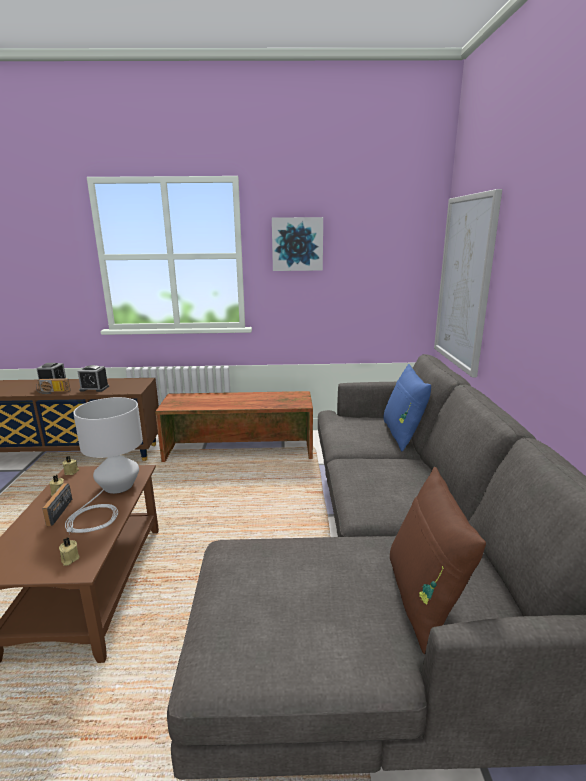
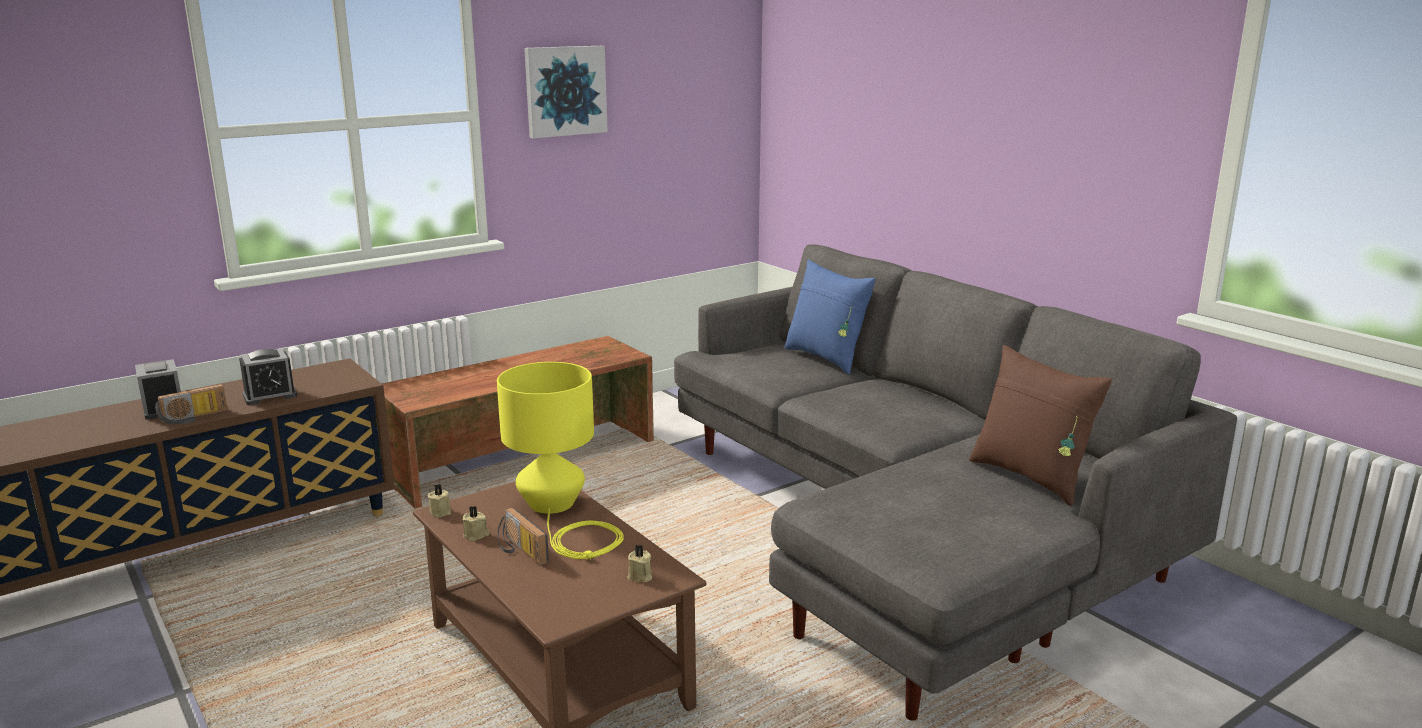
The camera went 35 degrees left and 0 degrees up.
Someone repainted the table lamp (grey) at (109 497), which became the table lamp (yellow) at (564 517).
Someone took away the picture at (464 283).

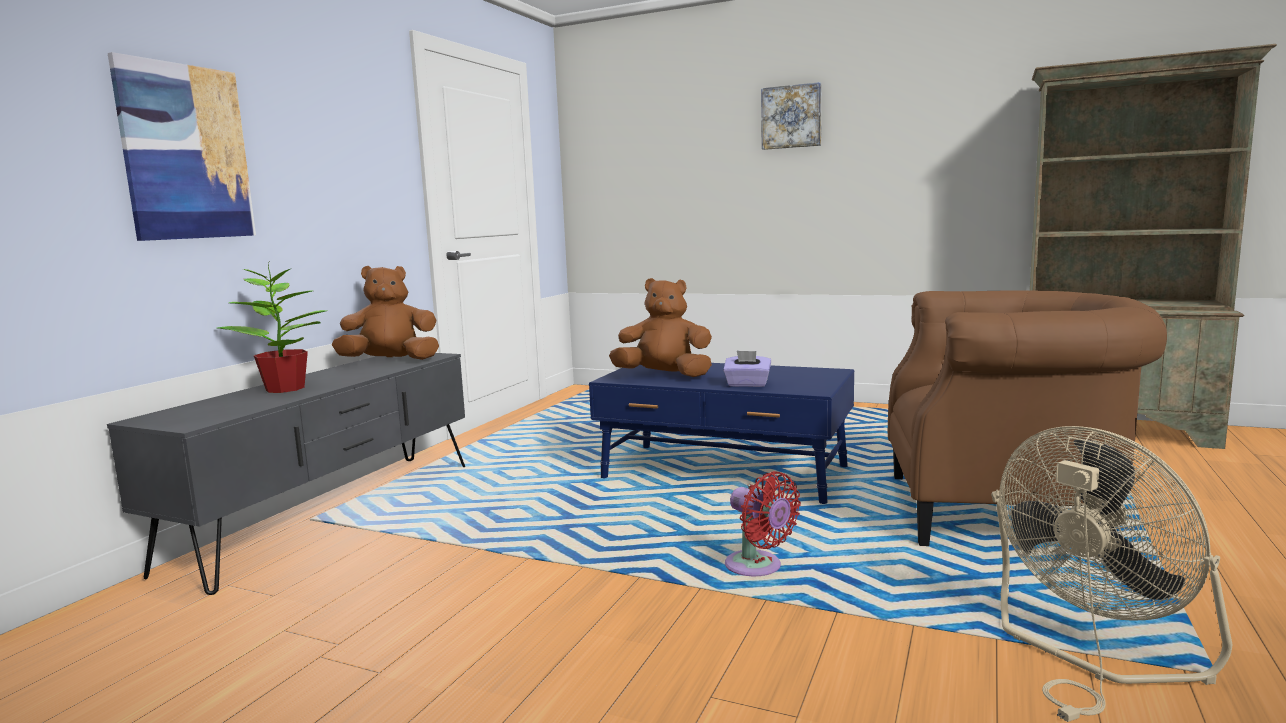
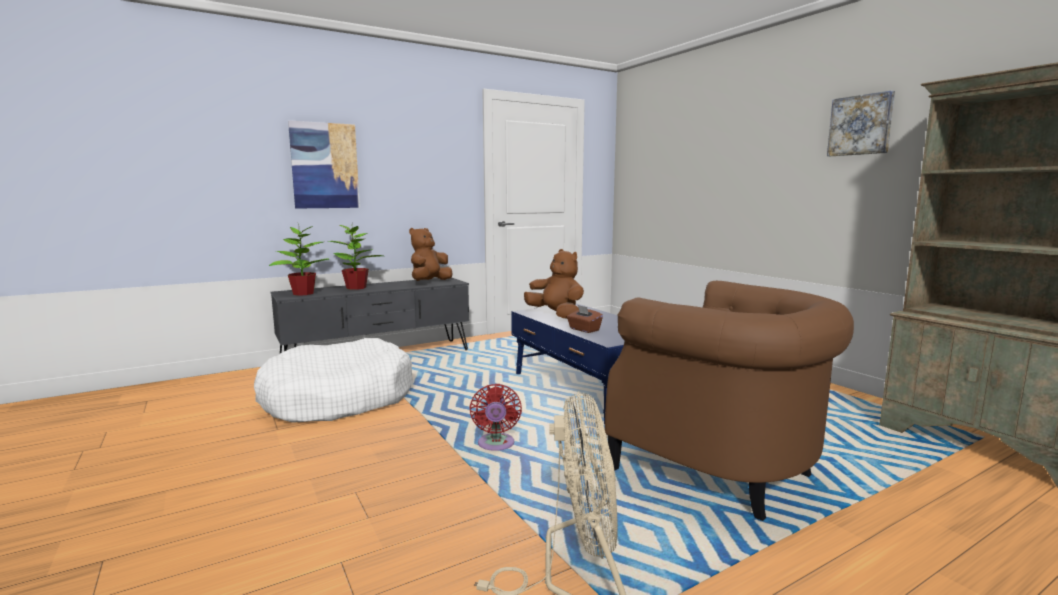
The camera went 35 degrees right and 0 degrees up.
Someone put down the dog bed (white) at (338 399).
Someone put down the potted plant at (303 293).
Someone rotated the plush toy (brown) at (391 361) by 75 degrees counterclockwise.
Someone repainted the tissue box (purple) at (747 384), which became the tissue box (brown) at (584 329).
Someone carried the picture from (791 117) to (861 125).

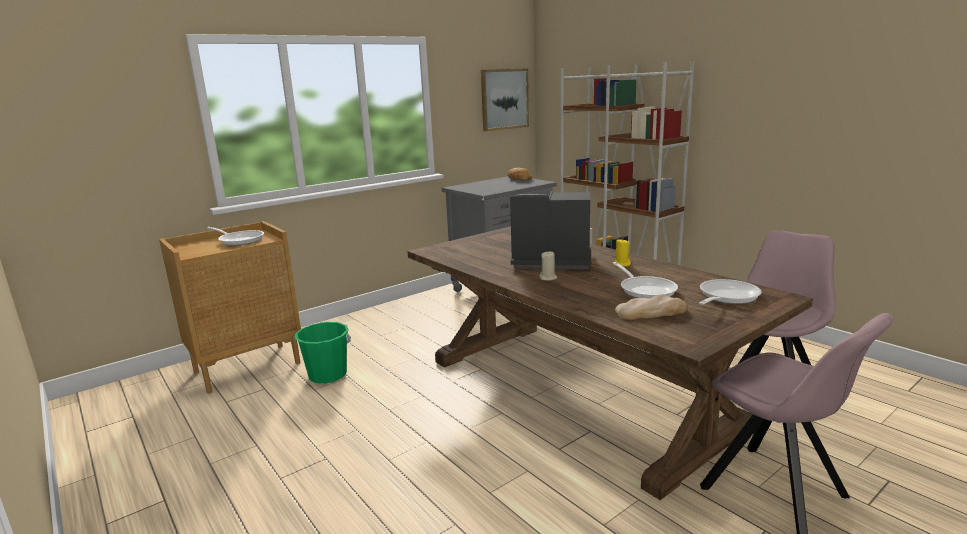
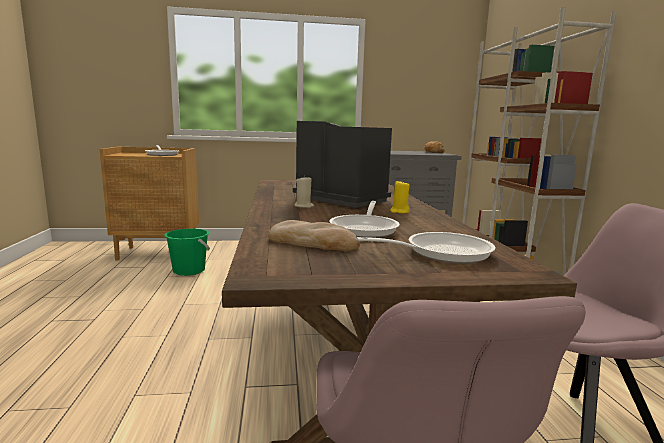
The camera went 30 degrees right and 5 degrees down.
Someone took away the picture at (504 99).

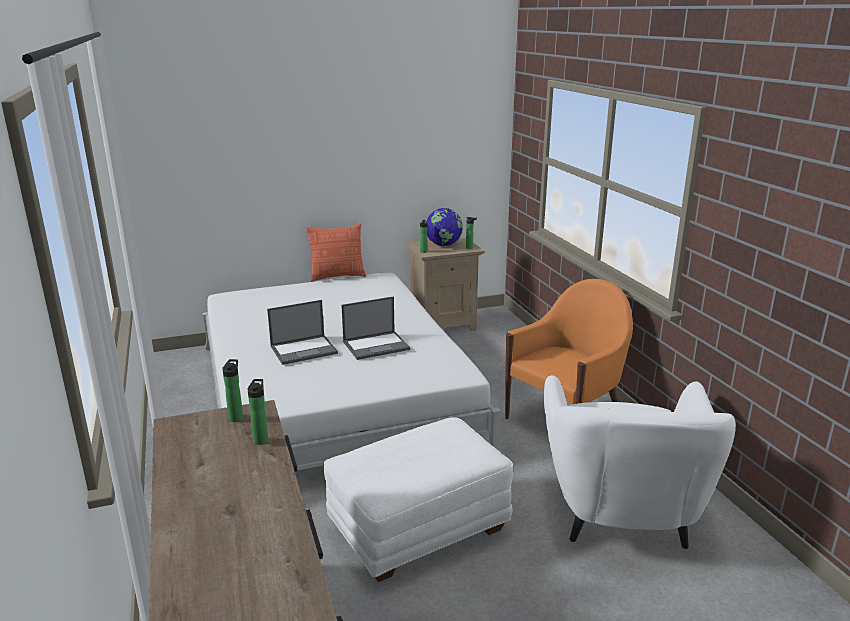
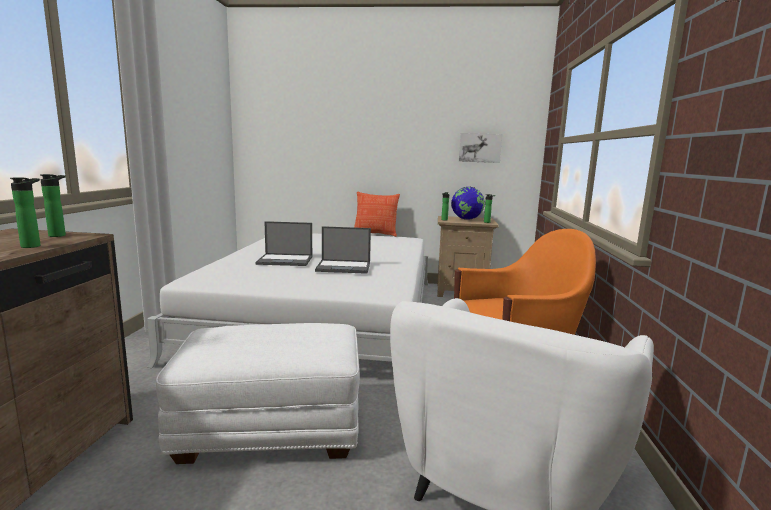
The camera went 25 degrees right and 10 degrees down.
Someone put up the picture at (480 148).

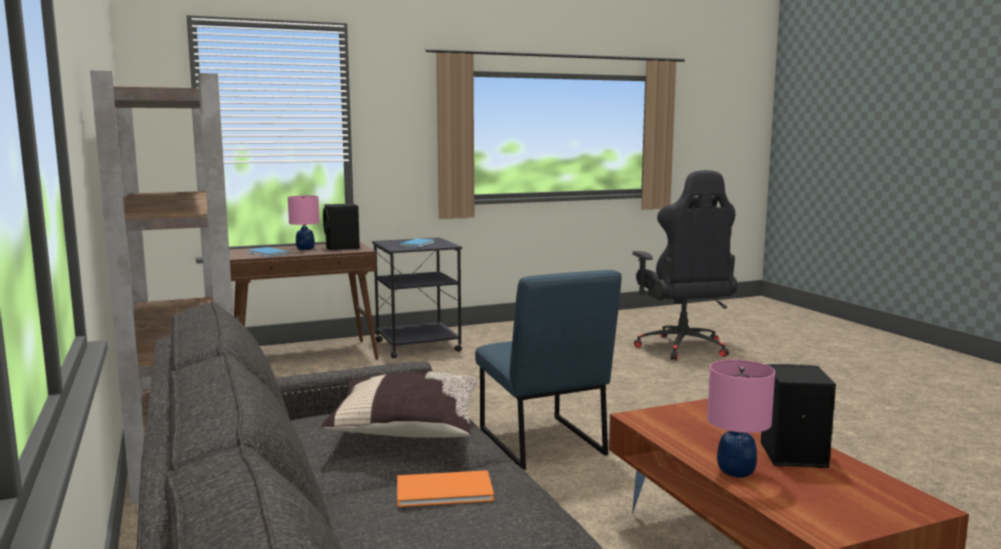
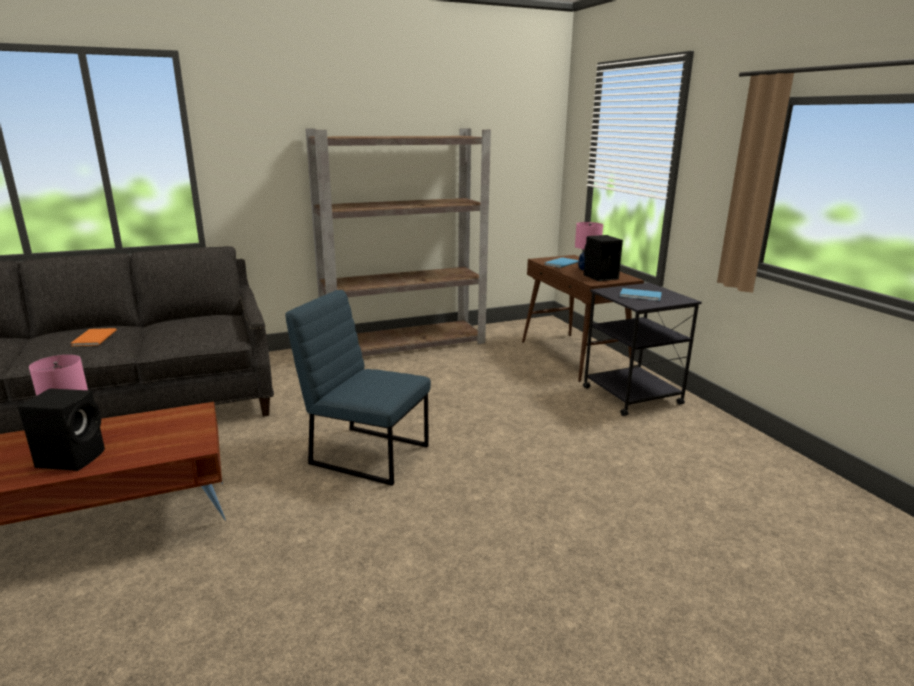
The camera went 90 degrees right and 10 degrees up.
Someone rotated the chair (blue) at (542 443) by 45 degrees clockwise.
Someone took away the pillow at (406 428).
Someone took away the office chair (black) at (681 347).

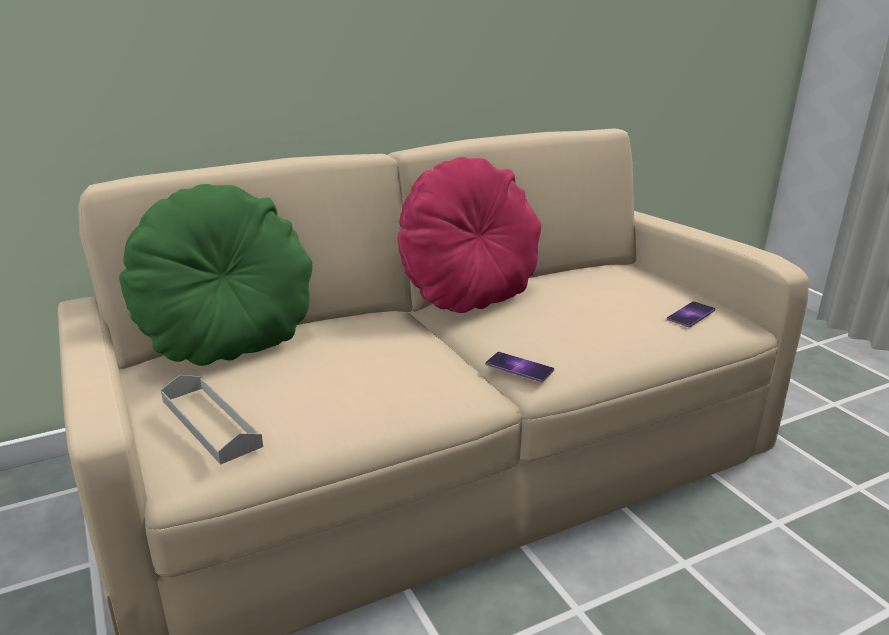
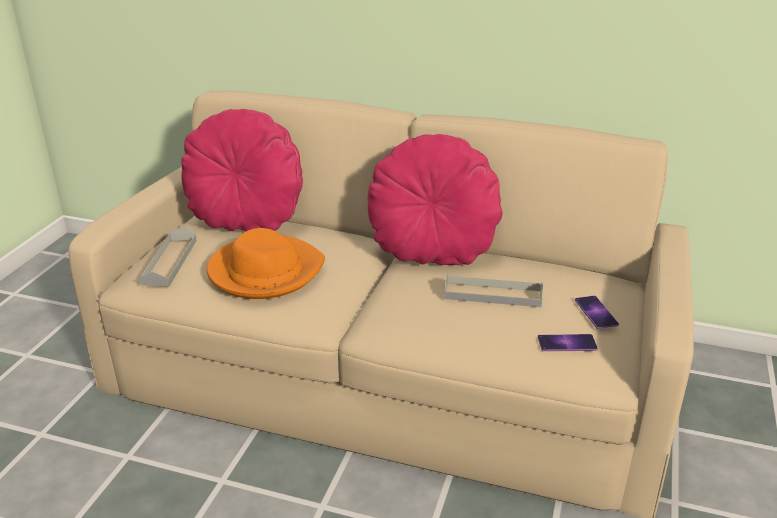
The camera went 45 degrees right and 5 degrees up.
Someone repainted the pillow (green) at (230 347), which became the pillow (pink) at (247 223).
Someone put down the hat (orange) at (265 271).
Someone put down the tray (grey) at (493 294).
Someone carried the phone from (519 367) to (596 312).

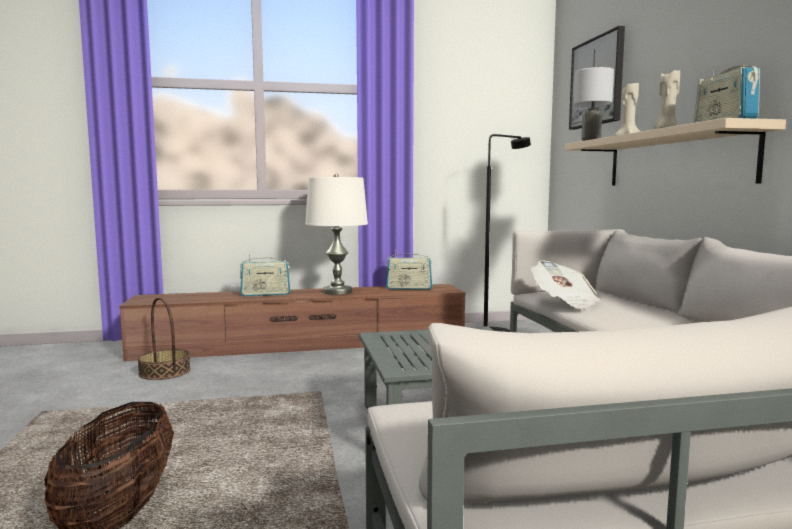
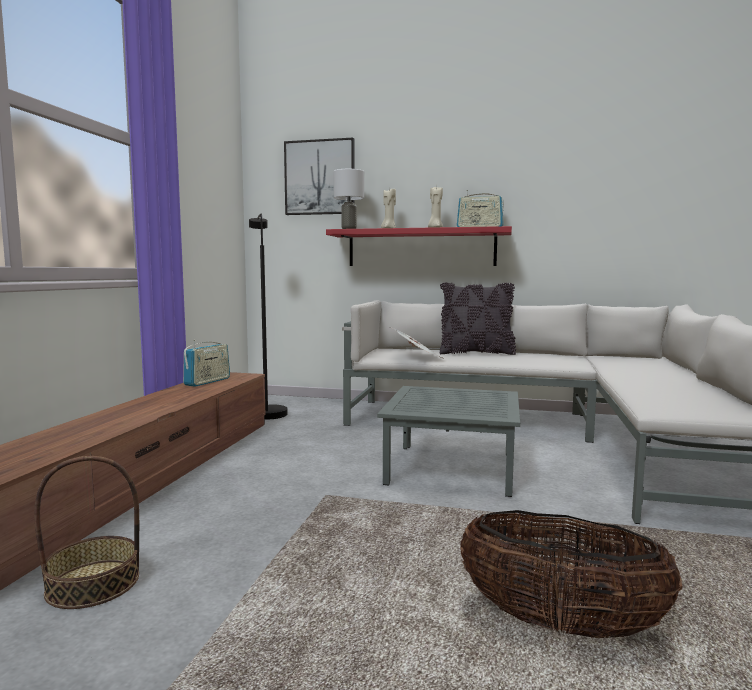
The camera went 65 degrees left and 0 degrees up.
Someone repainted the shelf (beige) at (675 159), which became the shelf (red) at (421 248).
Someone put down the pillow (black) at (476 353).
Someone took away the radio at (265 294).
Someone took away the table lamp (white) at (337 292).

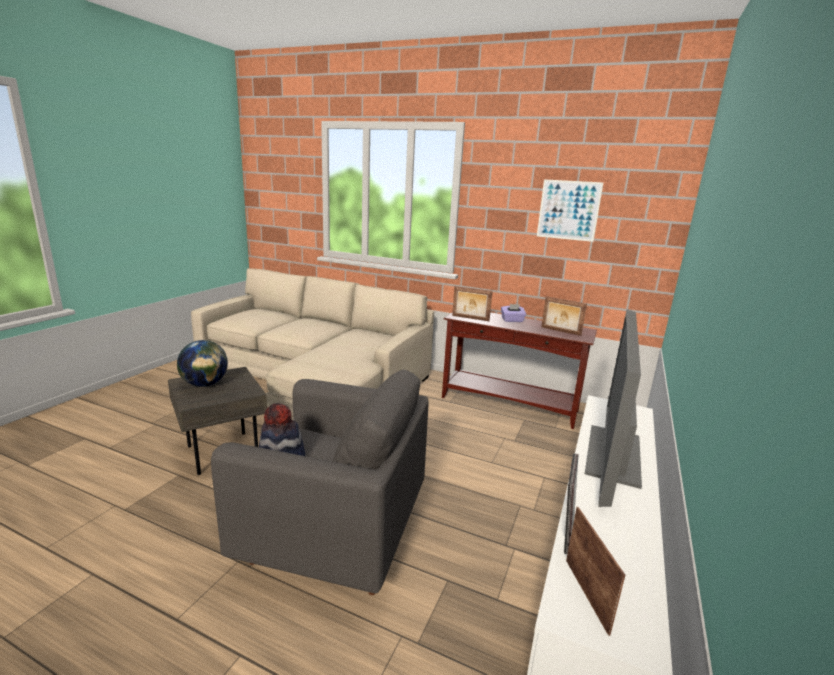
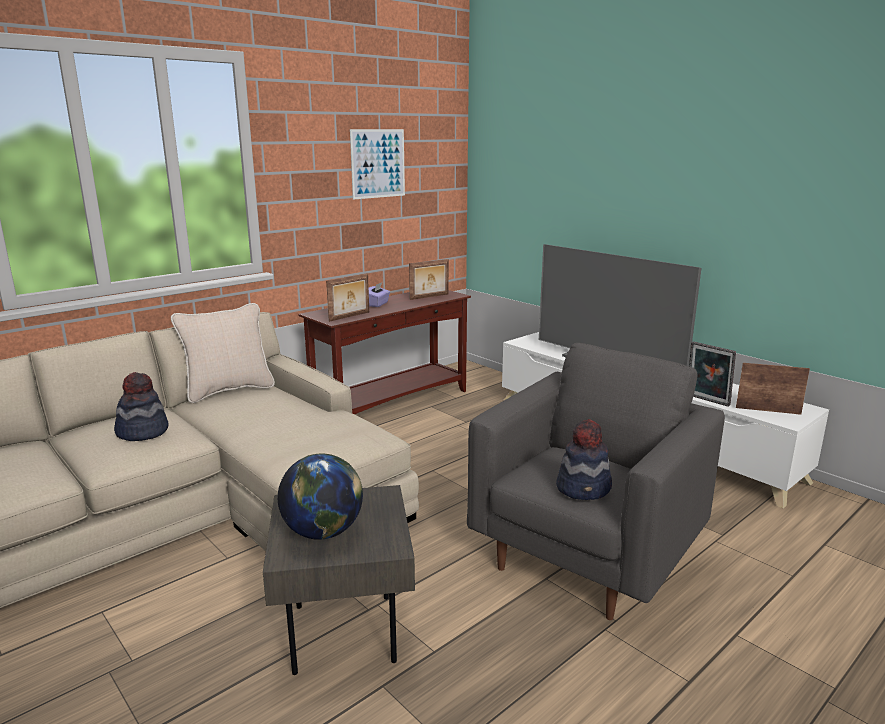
The camera went 65 degrees left and 0 degrees up.
Someone put down the hat at (142 432).
Someone put down the pillow (beige) at (229 390).

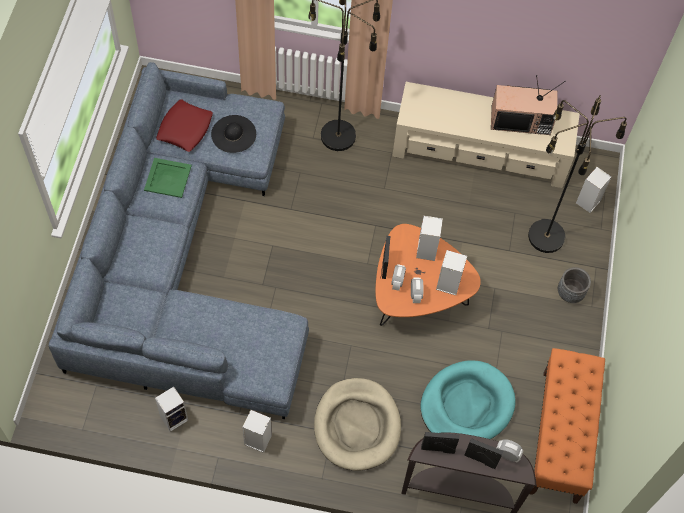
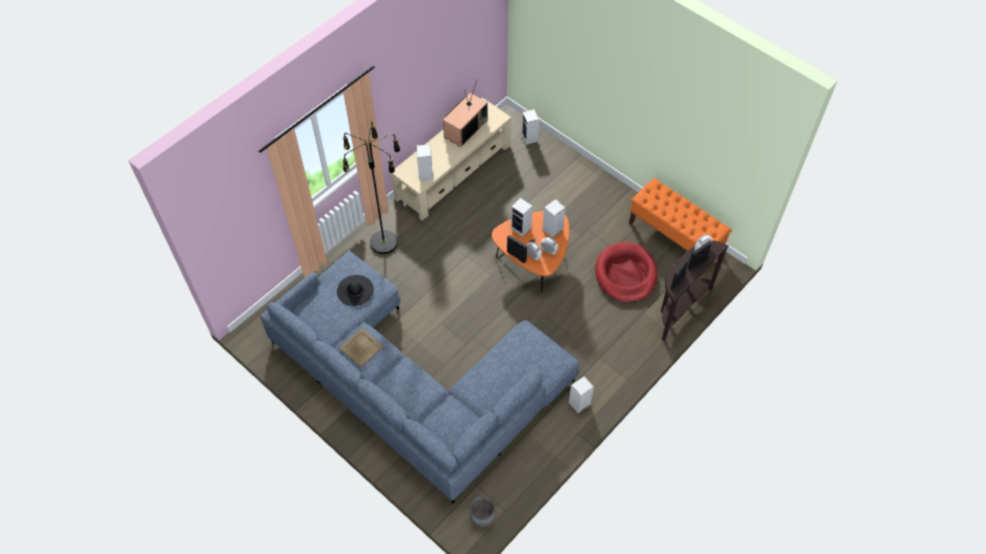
The camera went 55 degrees left and 5 degrees down.
Someone repainted the tray (green) at (167 178), which became the tray (beige) at (361 348).
Someone carried the speaker from (174 417) to (425 173).
Someone carried the planter (grey) from (570 293) to (482 517).
Someone repainted the dog bed (turquoise) at (466 405), which became the dog bed (red) at (625 274).
Someone took away the pillow (red) at (185 128).
Someone took away the dog bed (beige) at (357 426).
Someone took away the floor lamp at (545 236).

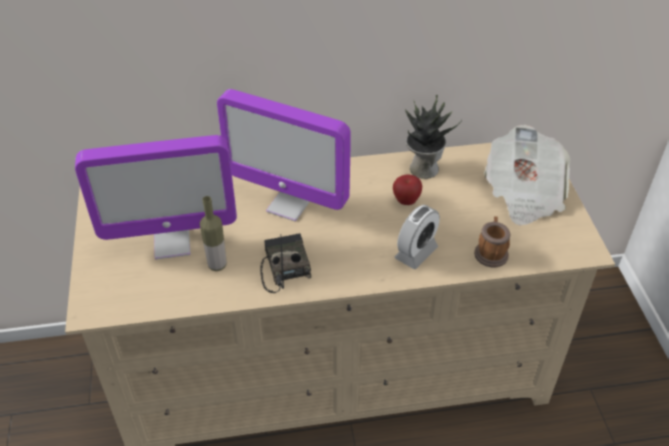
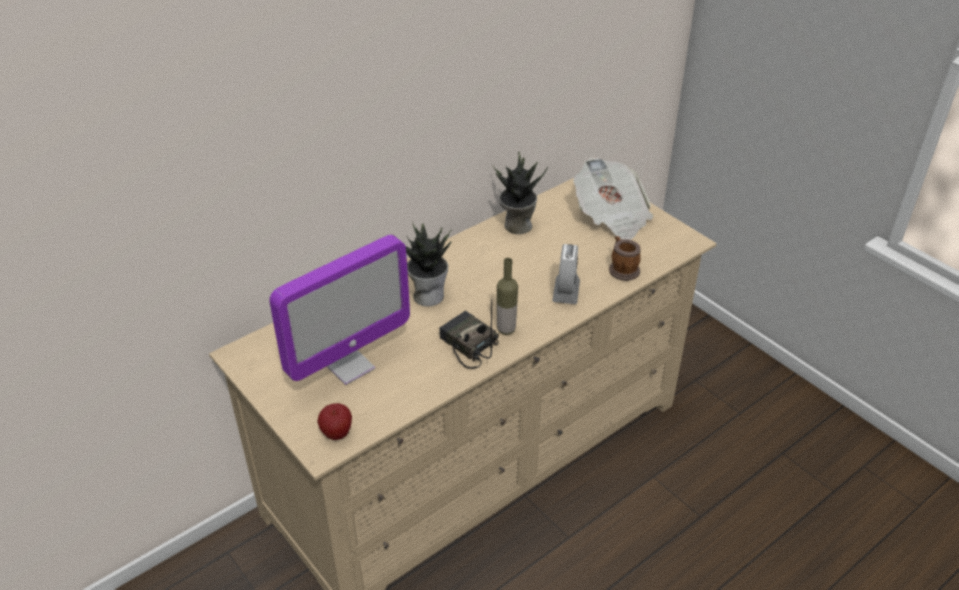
The camera went 30 degrees left and 5 degrees down.
Someone carried the apple from (406 201) to (337 434).
Someone swapped the monitor at (289 205) for the potted plant at (428 295).
Someone carried the bottle from (217 265) to (506 329).

